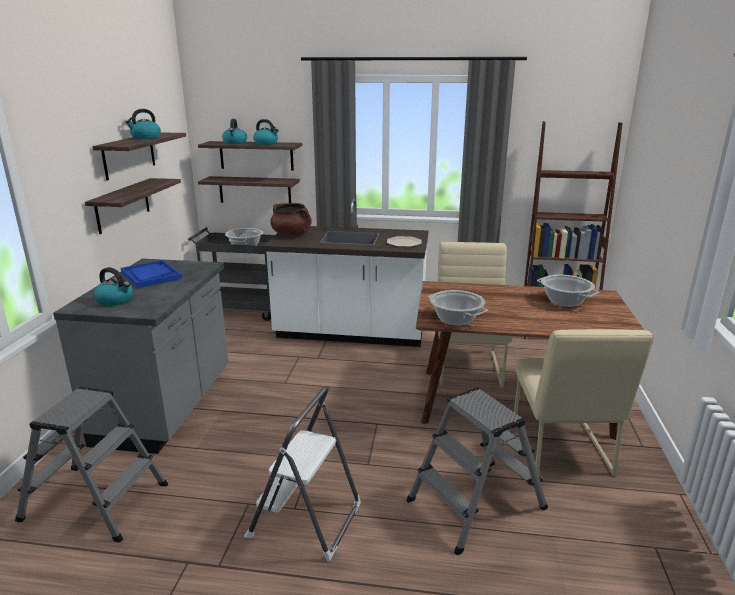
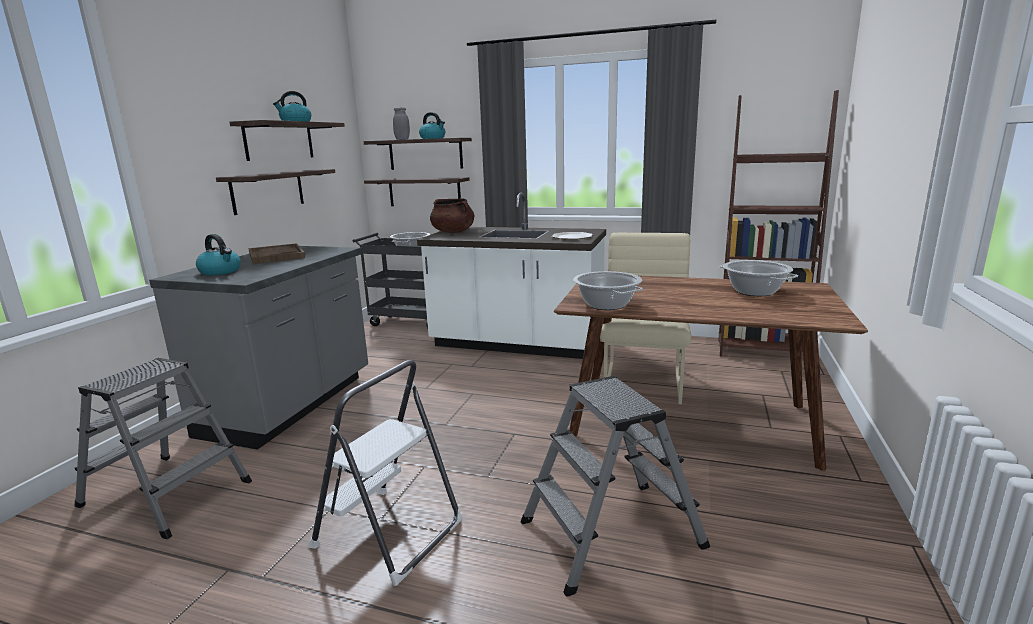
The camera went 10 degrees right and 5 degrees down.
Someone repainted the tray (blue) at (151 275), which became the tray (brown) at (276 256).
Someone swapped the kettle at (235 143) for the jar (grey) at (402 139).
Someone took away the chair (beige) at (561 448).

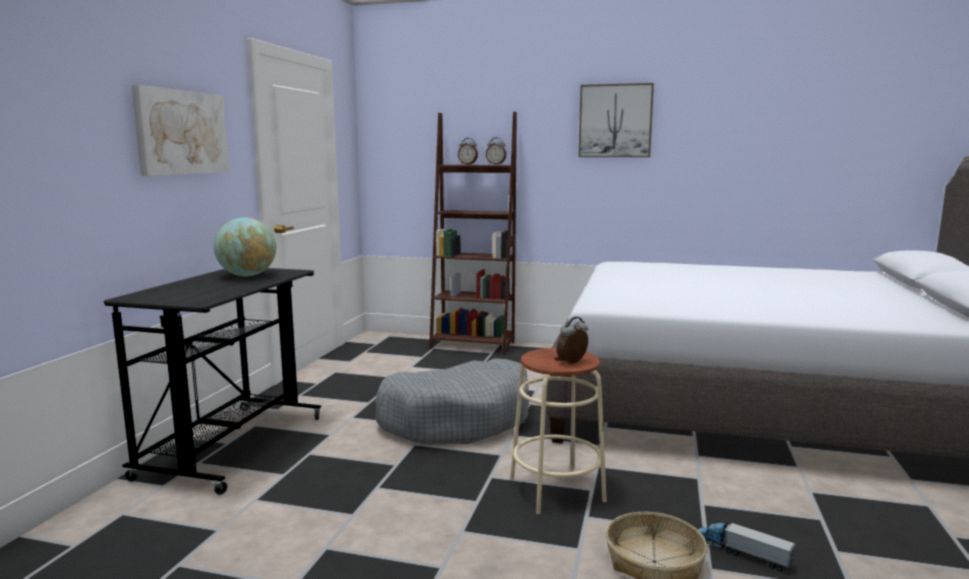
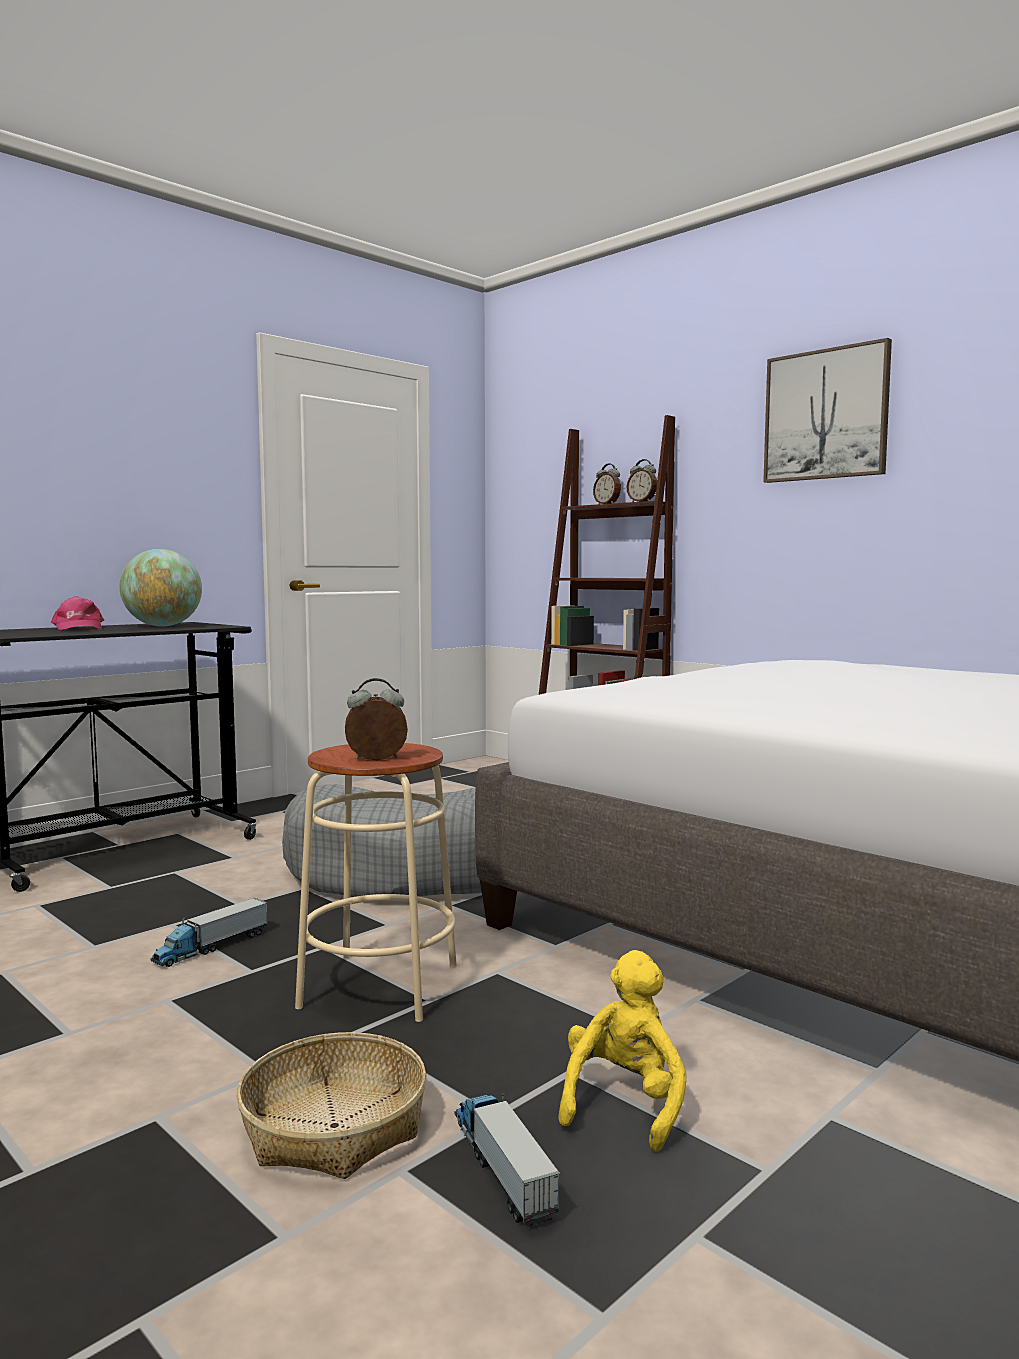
The camera went 30 degrees right and 5 degrees down.
Someone put down the cap (pink) at (77 628).
Someone put down the toy truck at (211 947).
Someone put down the plush toy (yellow) at (624 1103).
Someone took away the picture at (181 132).

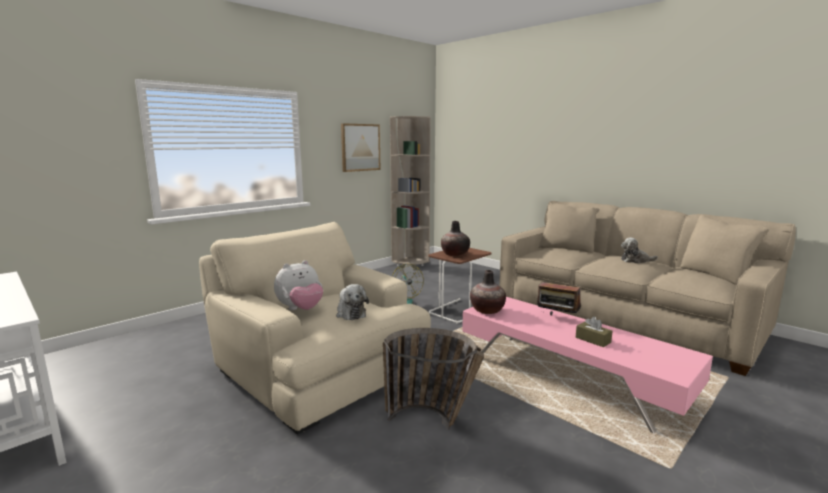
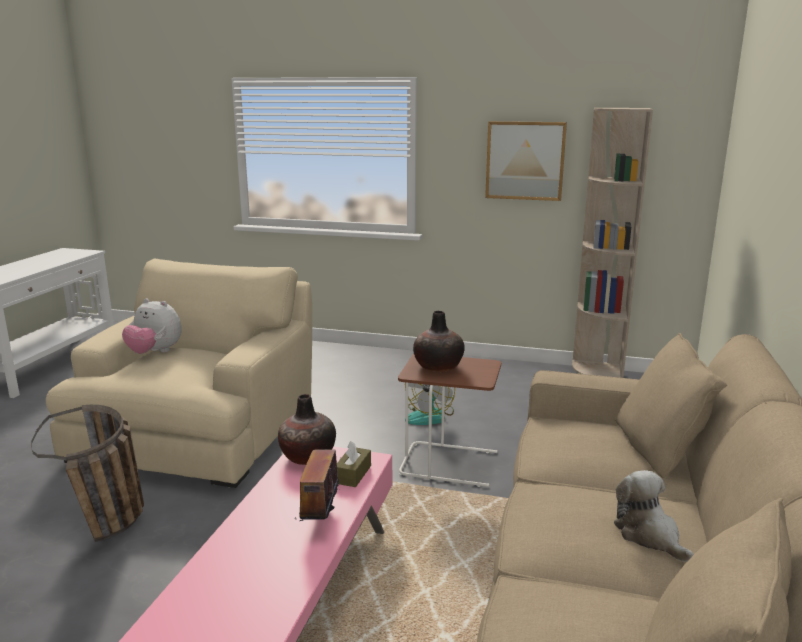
The camera went 60 degrees right and 5 degrees up.
Someone carried the tissue box (brown) from (593 340) to (353 474).
Someone took away the plush toy at (350 313).

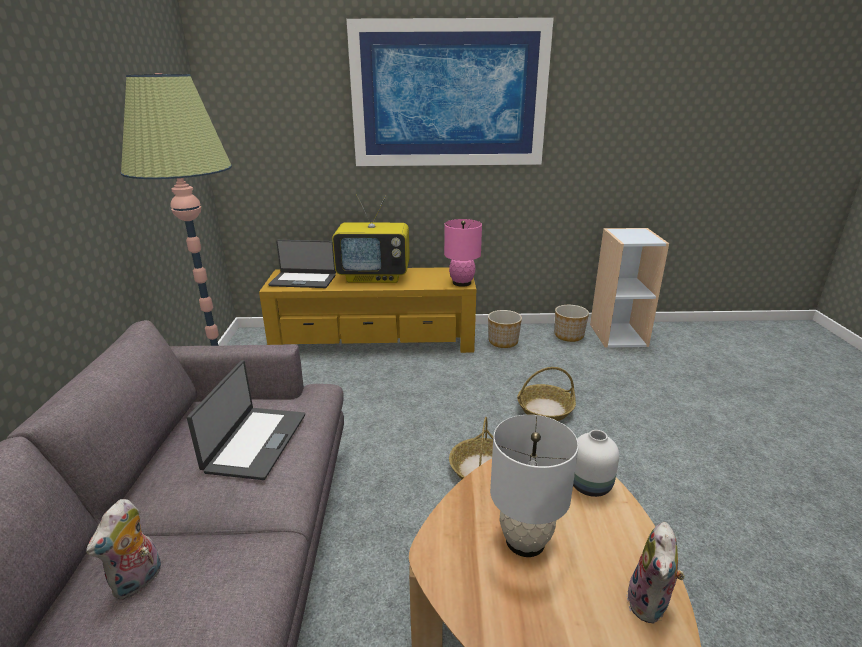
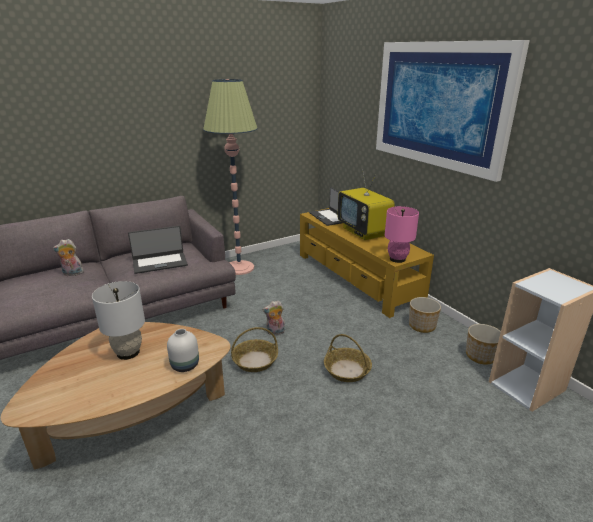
The camera went 60 degrees right and 0 degrees up.
Someone carried the plush toy from (650 604) to (275 332).

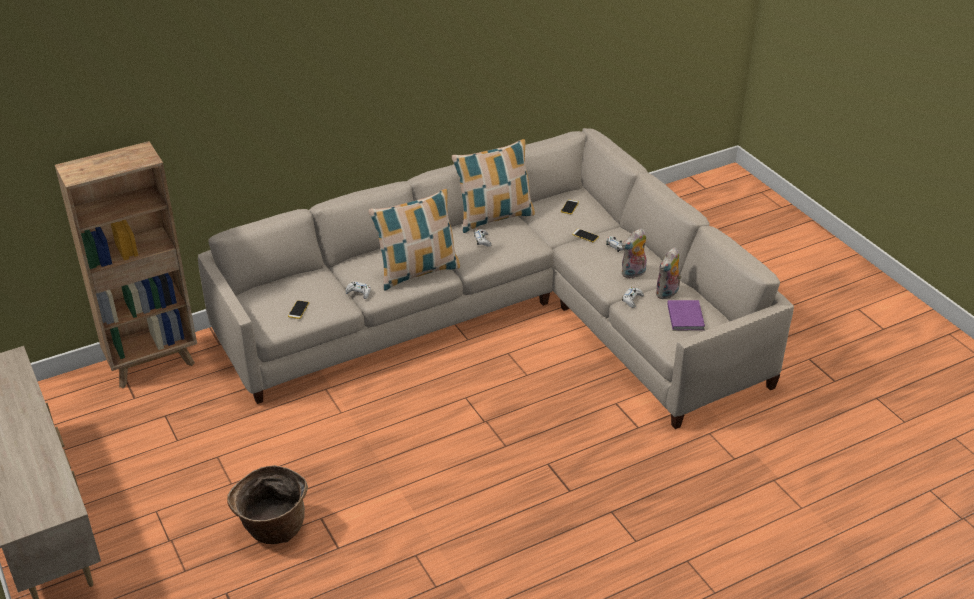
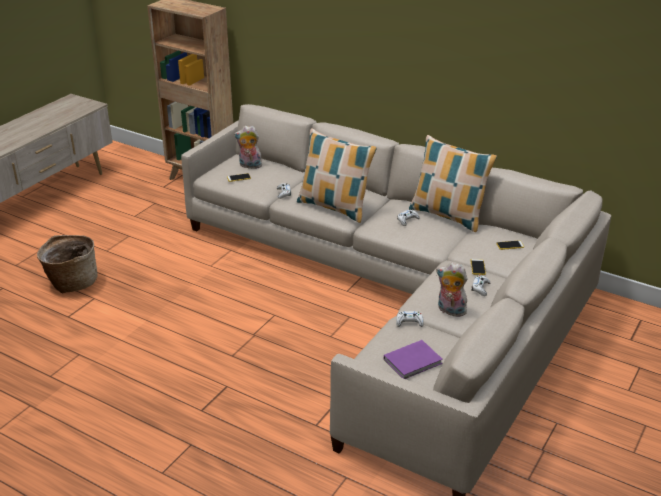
The camera went 60 degrees right and 5 degrees down.
Someone carried the plush toy from (667 294) to (249 166).

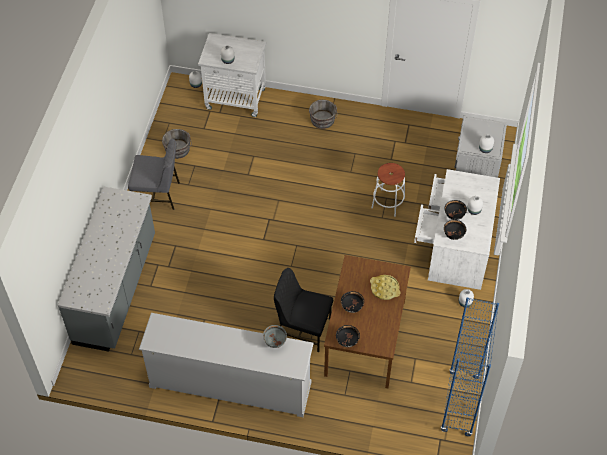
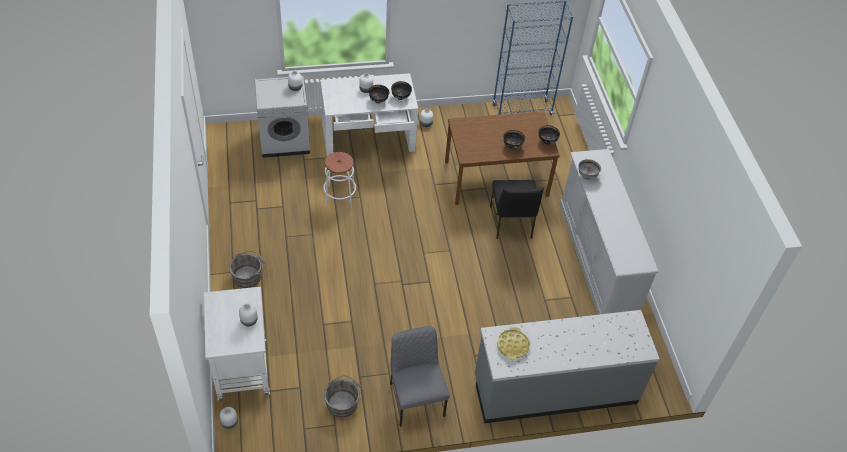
The camera went 115 degrees left and 5 degrees down.
Someone carried the tray (yellow) from (385 289) to (512 345).

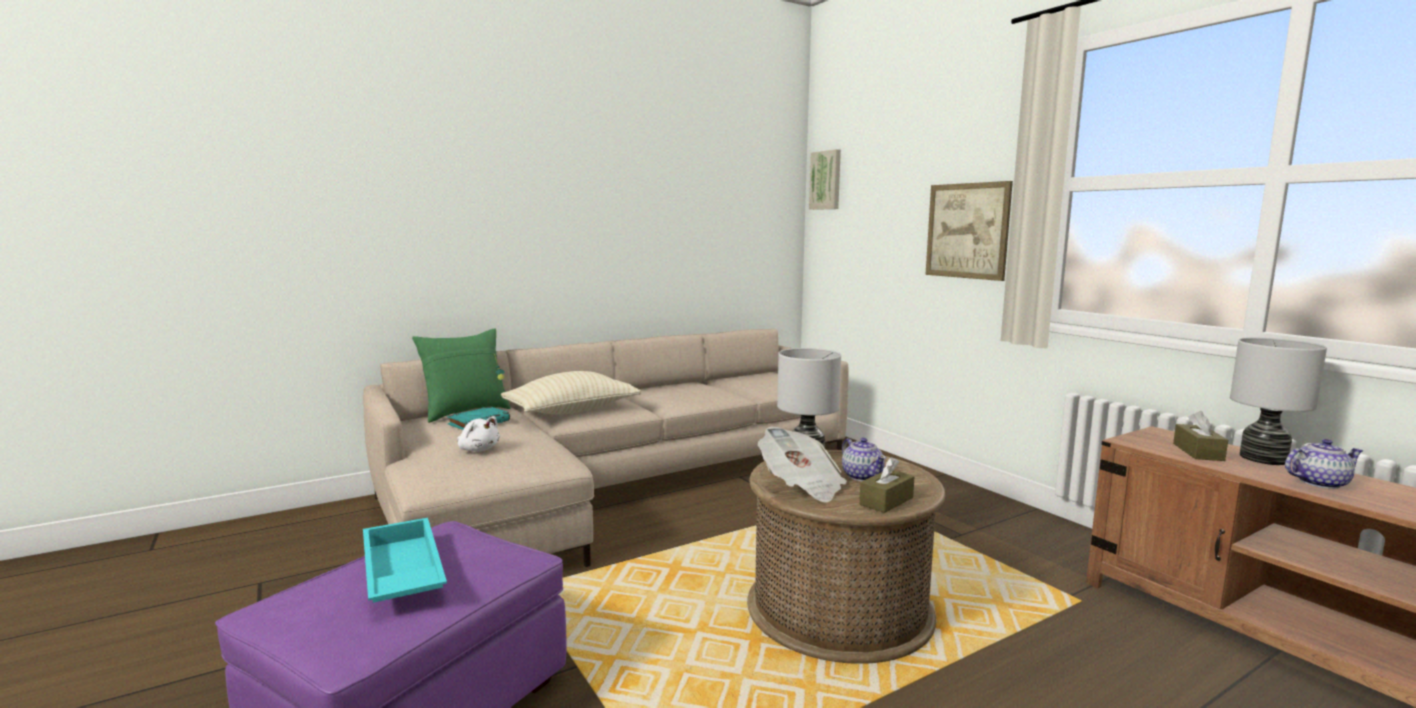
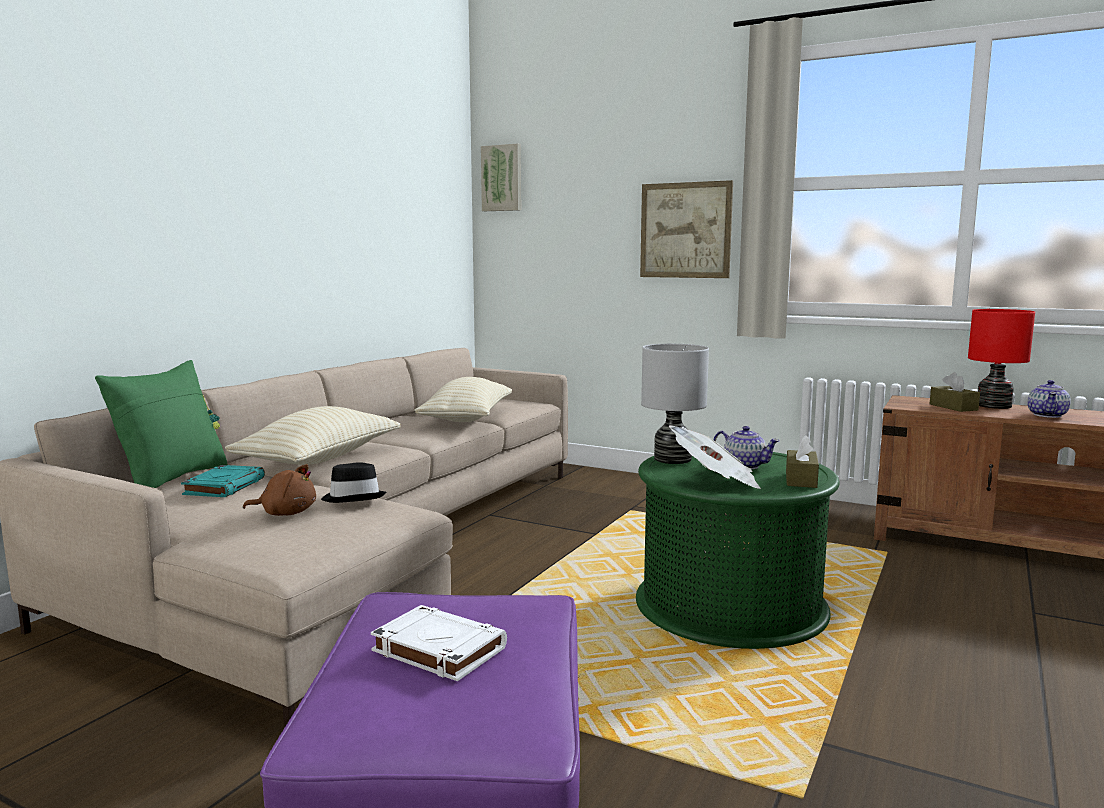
The camera went 30 degrees left and 0 degrees up.
Someone repainted the plush toy (white) at (478 449), which became the plush toy (brown) at (286 513).
Someone put down the hat (black) at (354 497).
Someone swapped the tray (turquoise) at (400 573) for the book (white) at (437 649).
Someone put down the pillow (beige) at (467 419).
Someone repainted the coffee table (brown) at (839 608), which became the coffee table (green) at (730 605).
Someone repainted the table lamp (grey) at (1263 459), which became the table lamp (red) at (994 406).
Someone rotated the teapot at (1318 483) by 150 degrees clockwise.

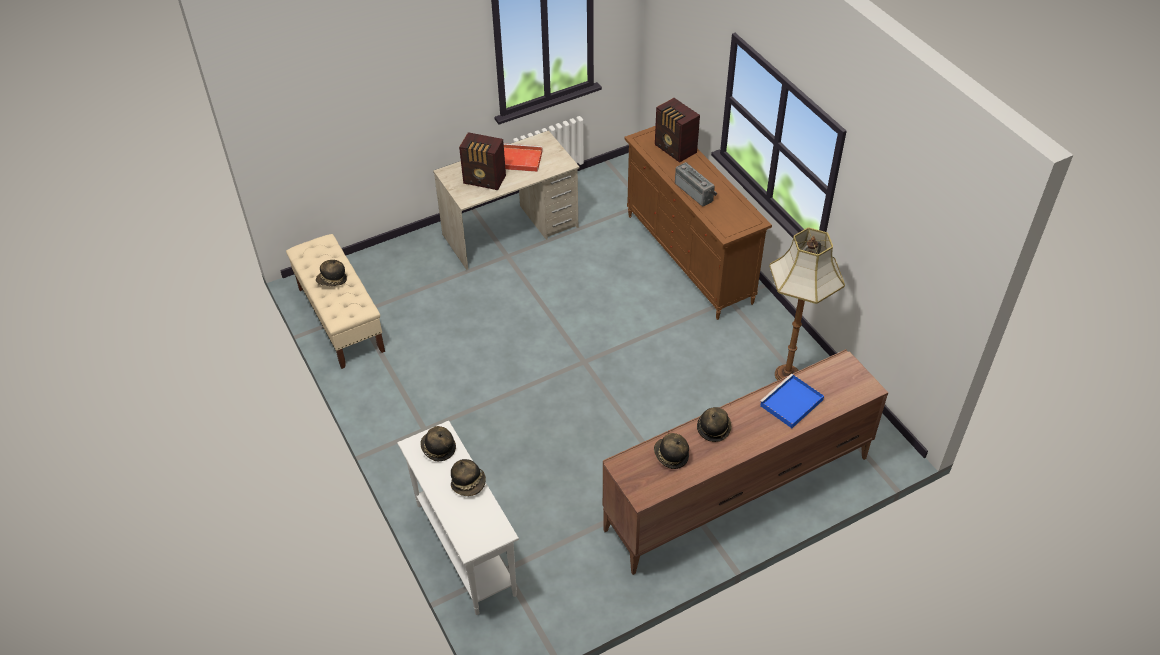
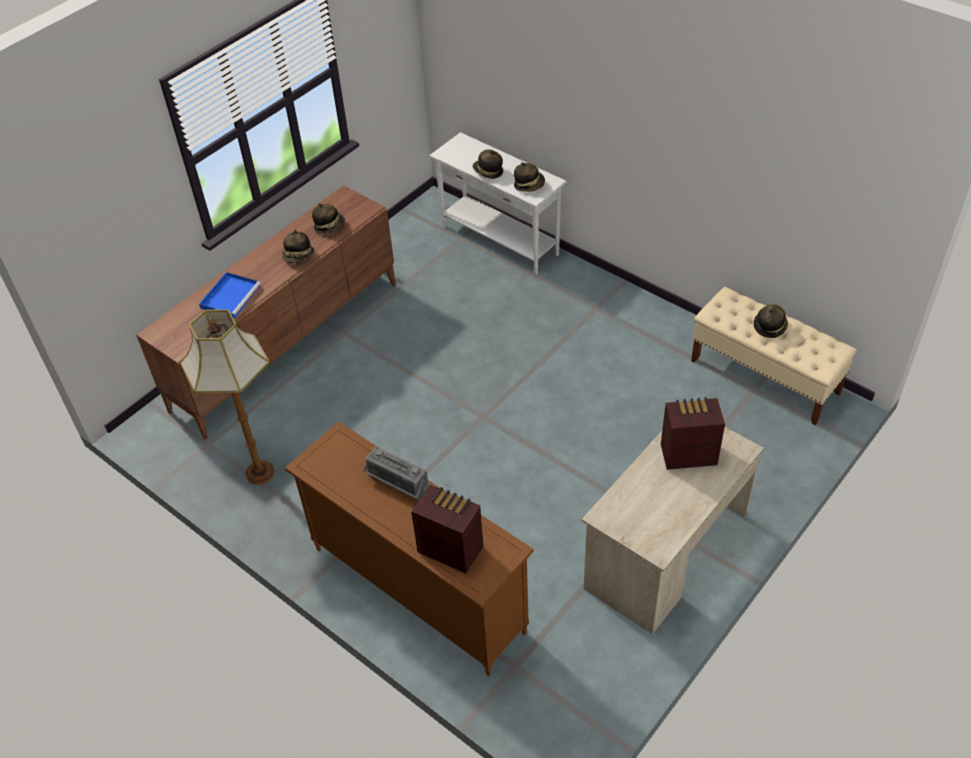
The camera went 160 degrees right and 0 degrees up.
Someone took away the tray (red) at (519 159).

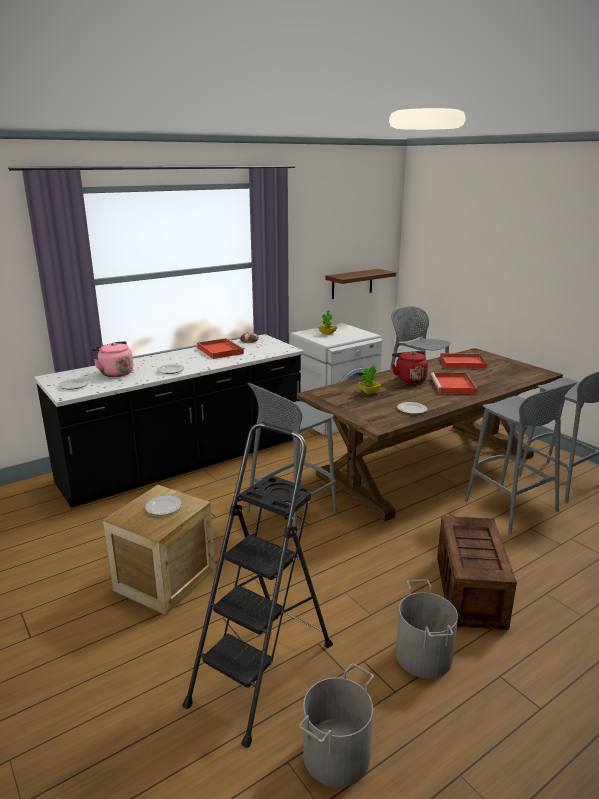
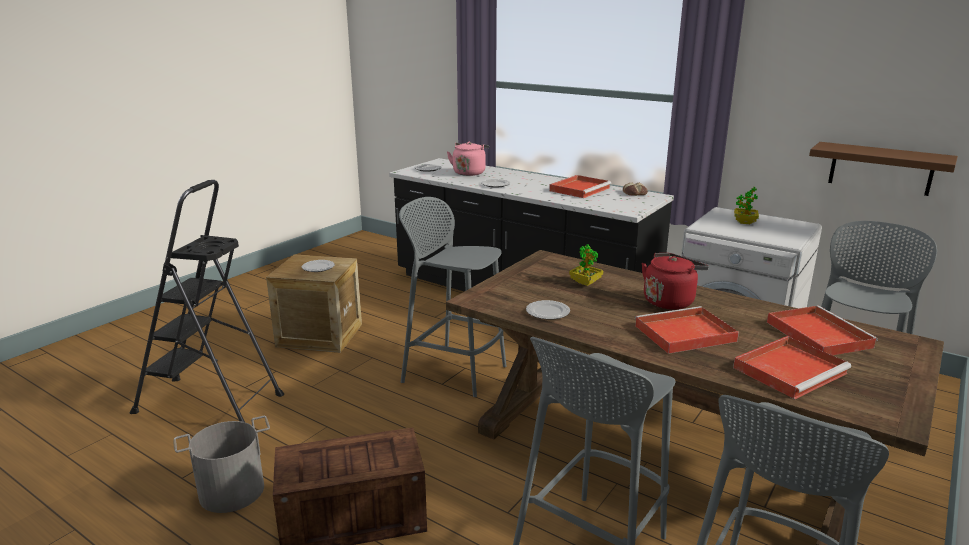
The camera went 70 degrees right and 0 degrees up.
Someone put down the tray (red) at (790 369).
Someone took away the bucket (grey) at (335 754).

